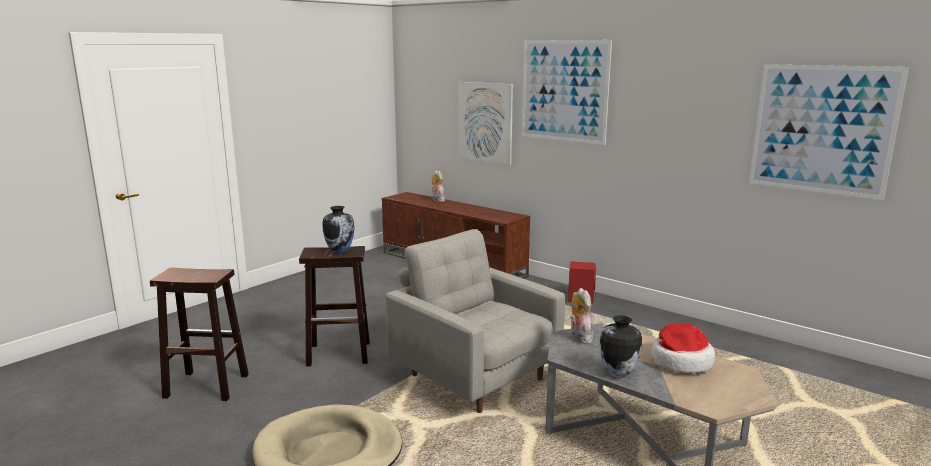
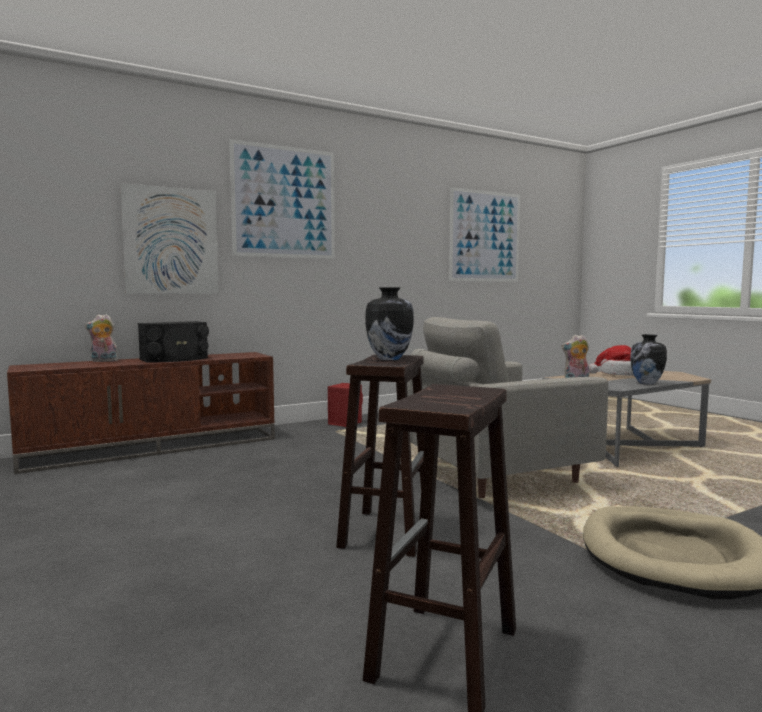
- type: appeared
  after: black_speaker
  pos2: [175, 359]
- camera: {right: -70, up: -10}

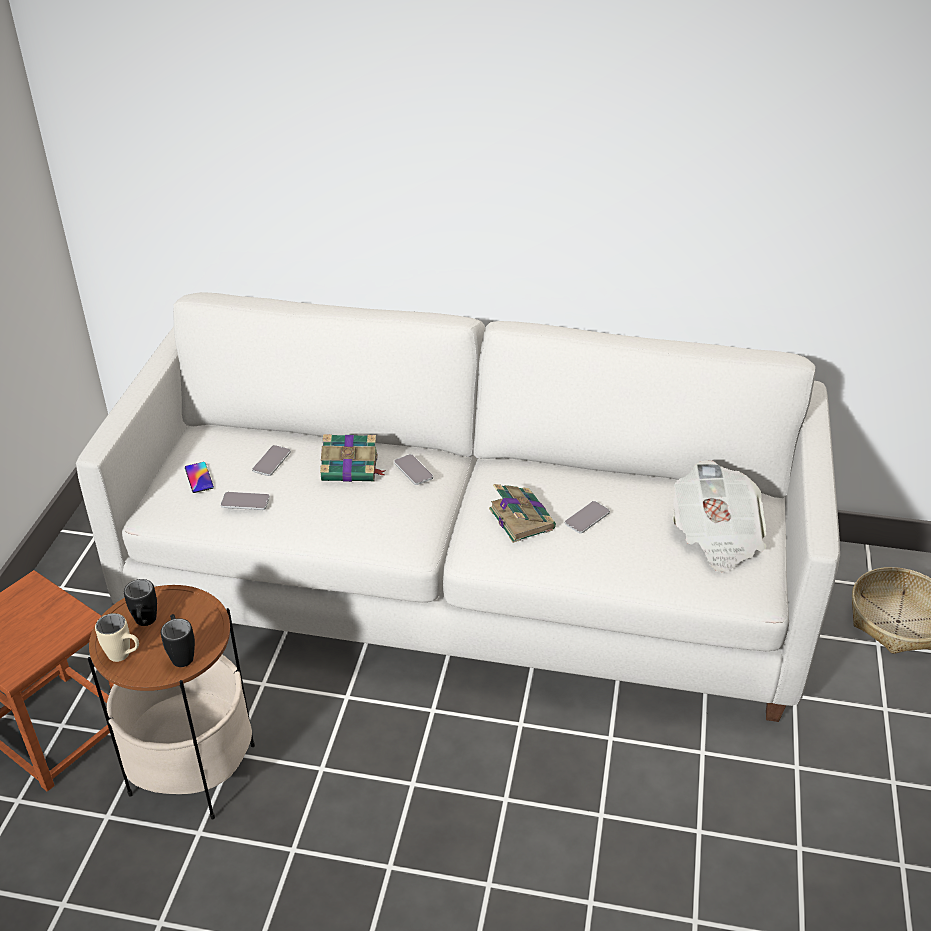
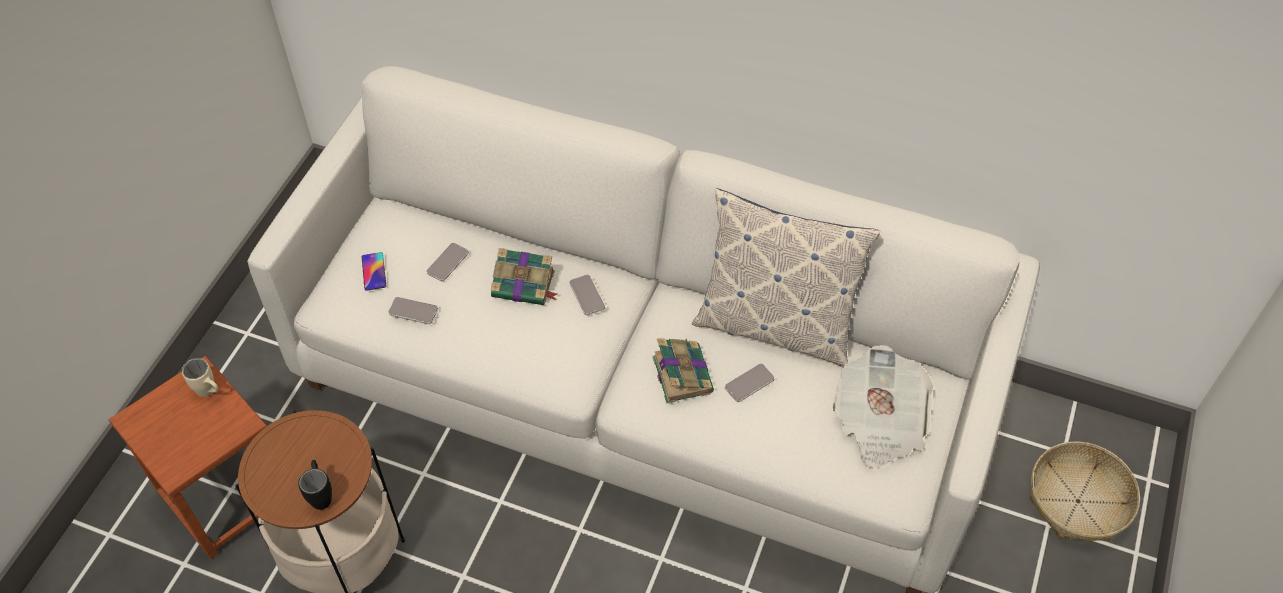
- type: relocated
  before: beige_mug
  pos1: [125, 656]
  pos2: [210, 392]
- type: appeared
  after: pillow
  pos2: [775, 325]
- type: missing
  before: black_mug
  pos1: [145, 624]
- camera: {right: 10, up: 15}

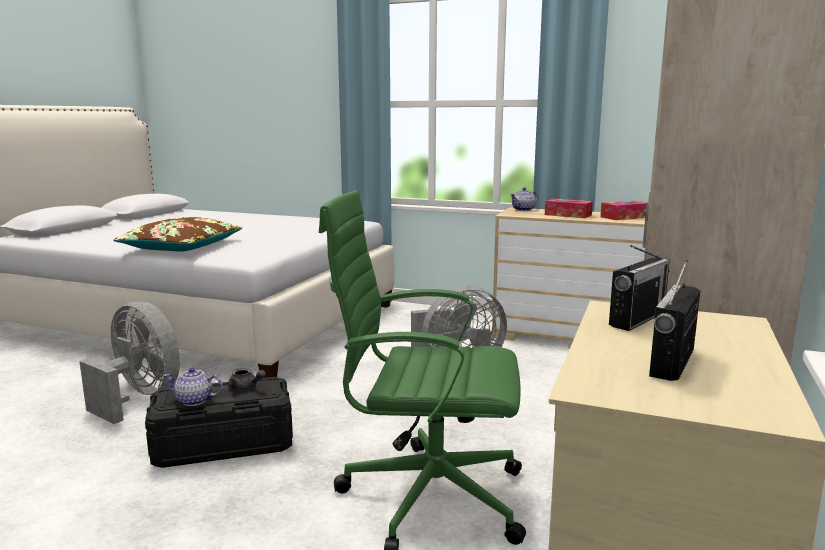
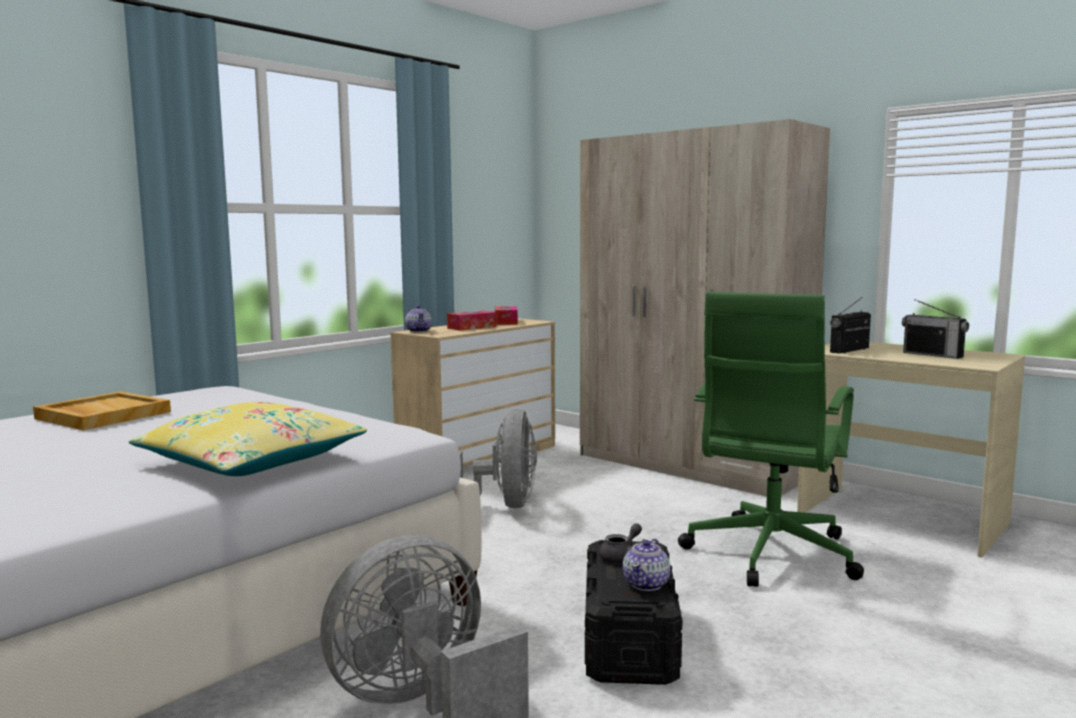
- type: appeared
  after: beige_tray
  pos2: [102, 415]
- type: colour
  before: brown_pillow
  after: yellow_pillow
  pos1: [181, 247]
  pos2: [251, 461]
- type: spun
  before: radio
  pos1: [637, 319]
  pos2: [849, 350]
  turn: -105
- camera: {right: -70, up: -5}

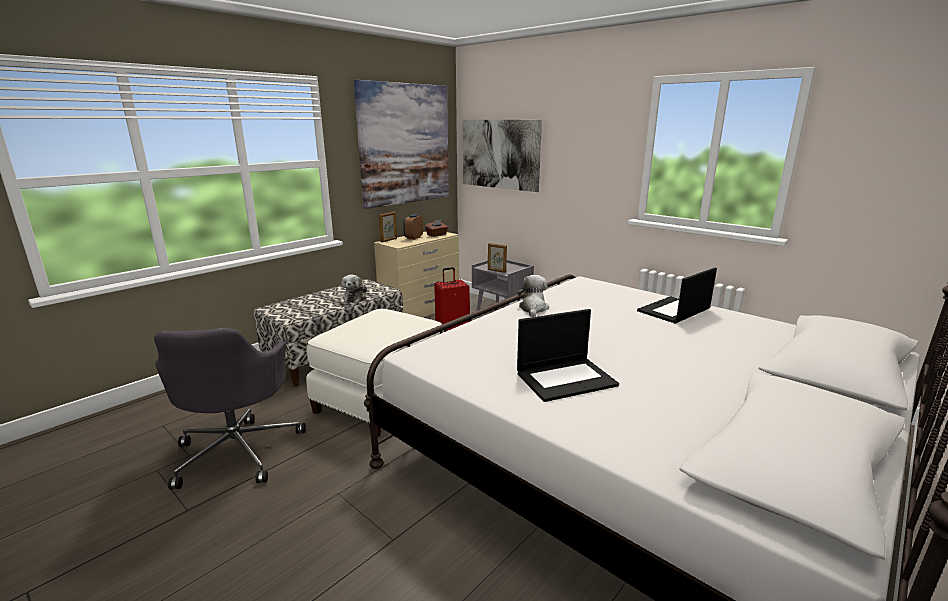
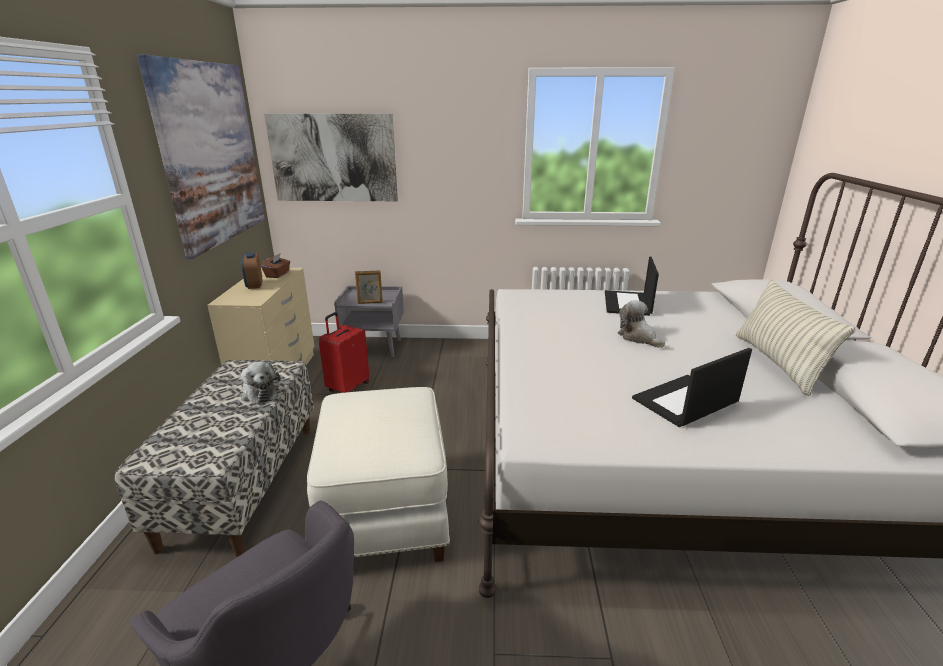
- type: relocated
  before: plush_toy
  pos1: [533, 308]
  pos2: [638, 337]
- type: spun
  before: laptop
  pos1: [566, 378]
  pos2: [685, 402]
  turn: -150
- type: appeared
  after: pillow
  pos2: [777, 362]
- type: missing
  before: picture_frame
  pos1: [389, 240]
- camera: {right: -40, up: 5}

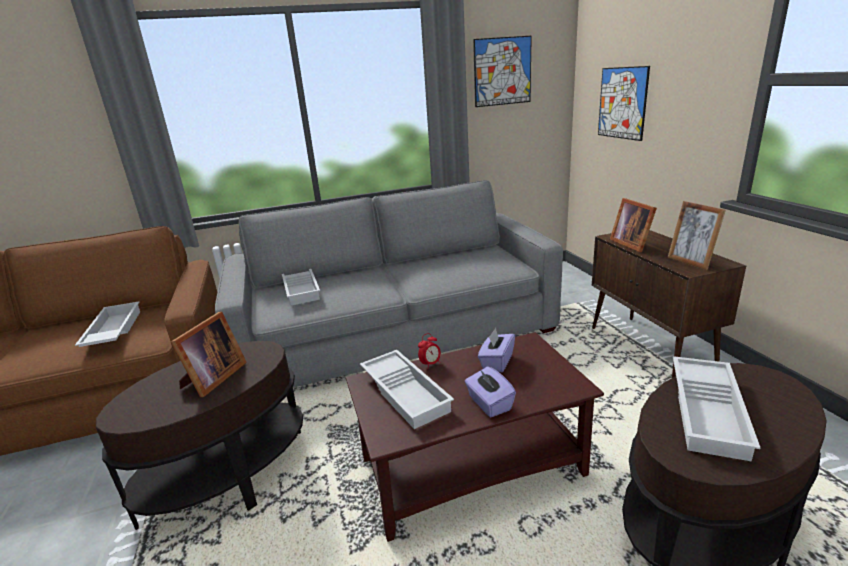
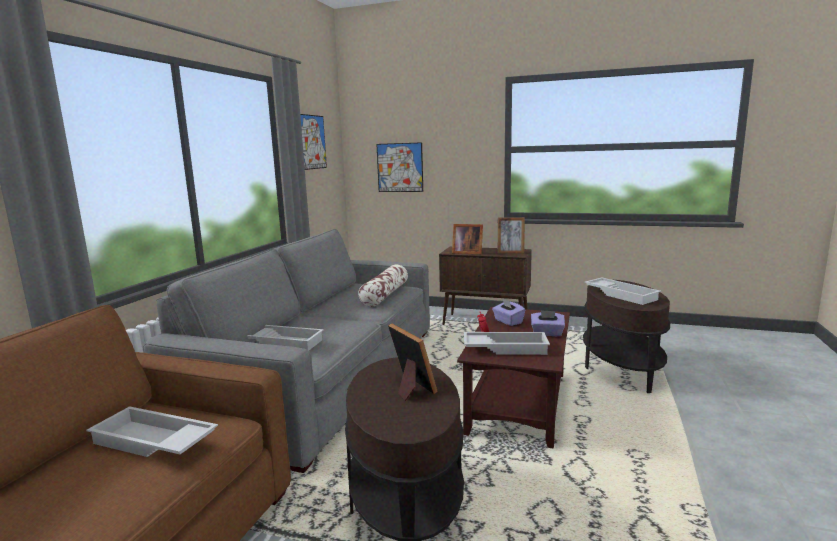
- type: appeared
  after: pillow
  pos2: [385, 294]
- camera: {right: -55, up: -10}

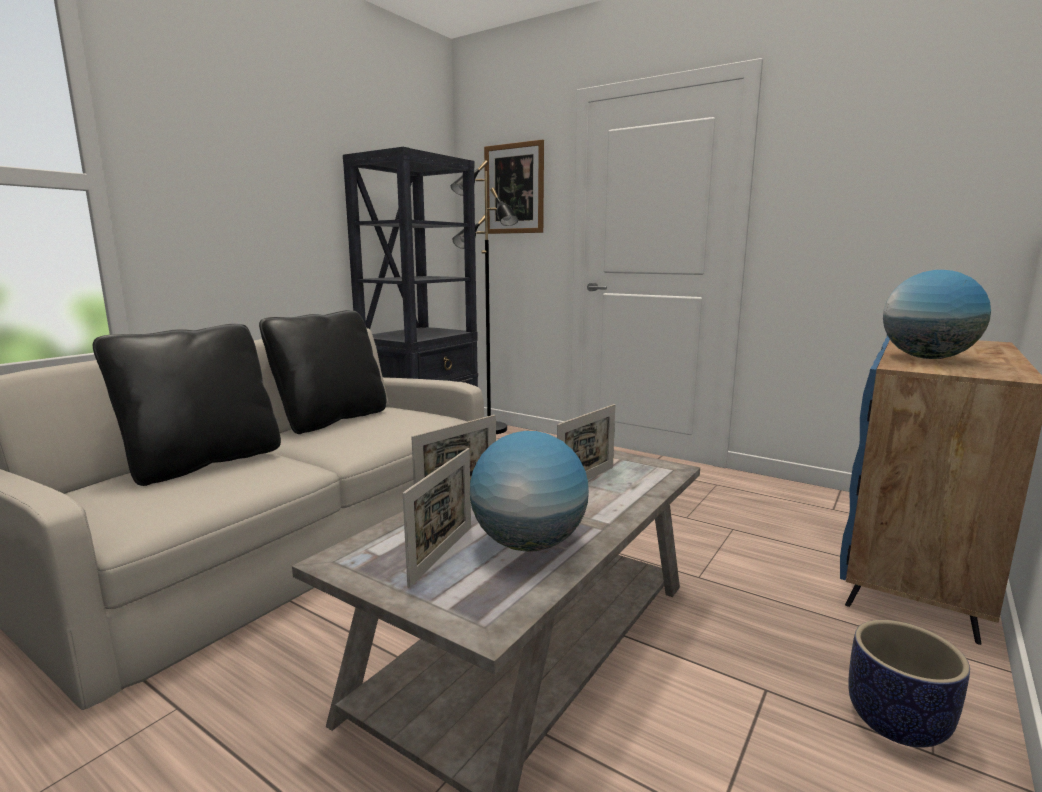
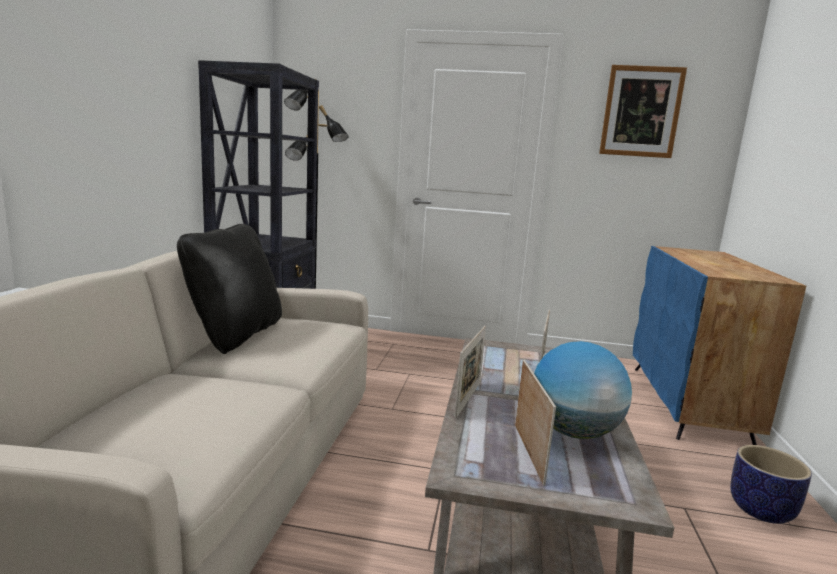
- type: relocated
  before: picture
  pos1: [514, 189]
  pos2: [641, 112]
- type: missing
  before: black_pillow
  pos1: [204, 462]
- type: missing
  before: globe
  pos1: [927, 358]
- camera: {right: -25, up: 0}

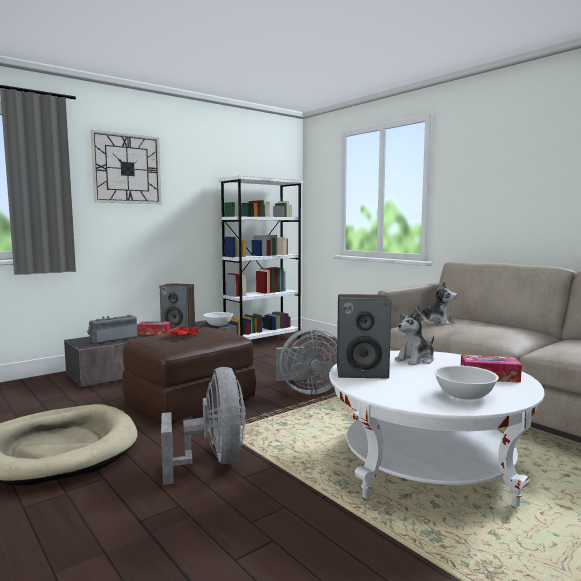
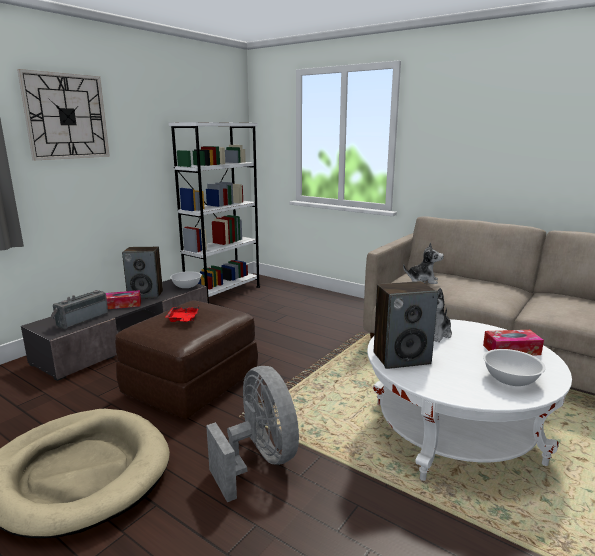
- type: missing
  before: grey_fan
  pos1: [308, 390]
- camera: {right: -15, up: 10}

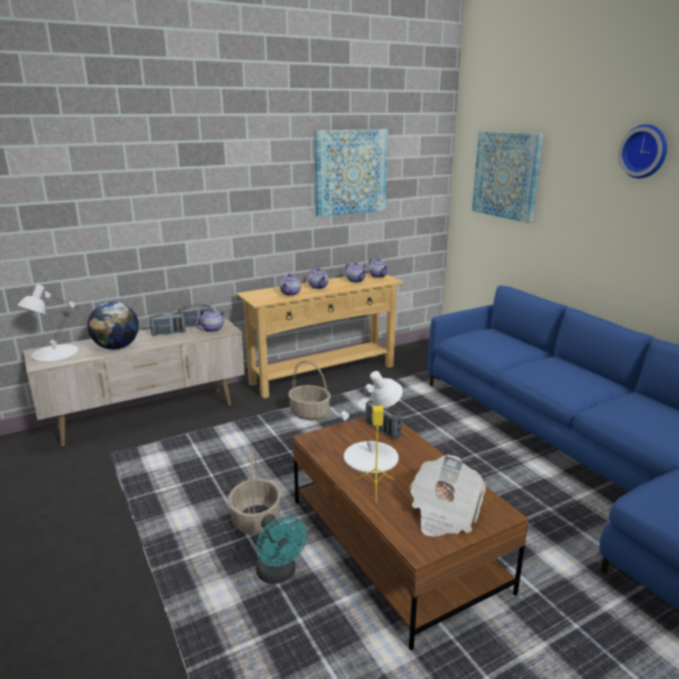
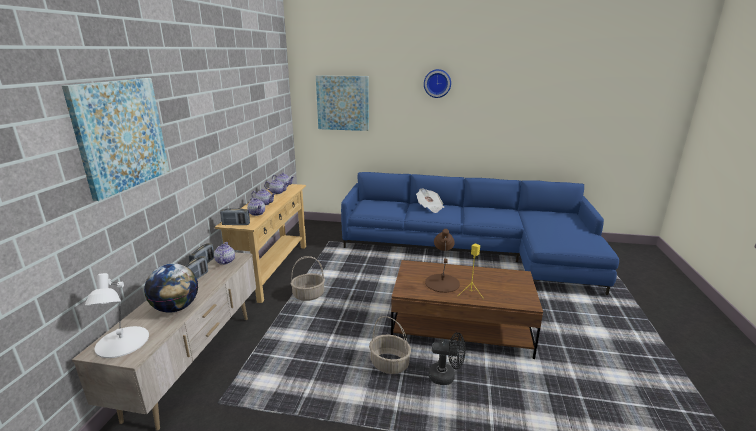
- type: relocated
  before: picture
  pos1: [350, 172]
  pos2: [121, 135]
- type: relocated
  before: radio
  pos1: [382, 430]
  pos2: [236, 224]
- type: relocated
  before: newspaper
  pos1: [444, 513]
  pos2: [429, 208]
- type: colour
  before: white_table_lamp
  after: brown_table_lamp
  pos1: [372, 456]
  pos2: [442, 283]
- type: colour
  before: turquoise_fan
  after: black_fan
  pos1: [279, 574]
  pos2: [446, 376]
- camera: {right: -50, up: 0}

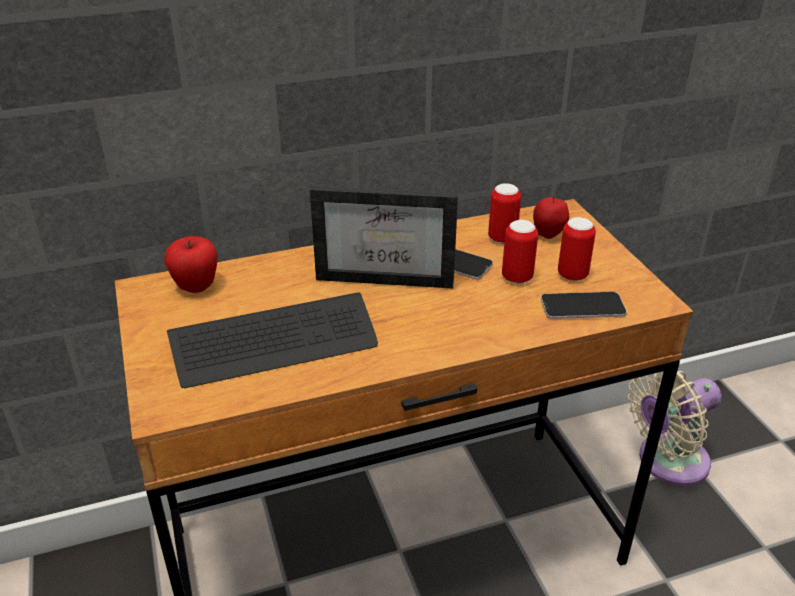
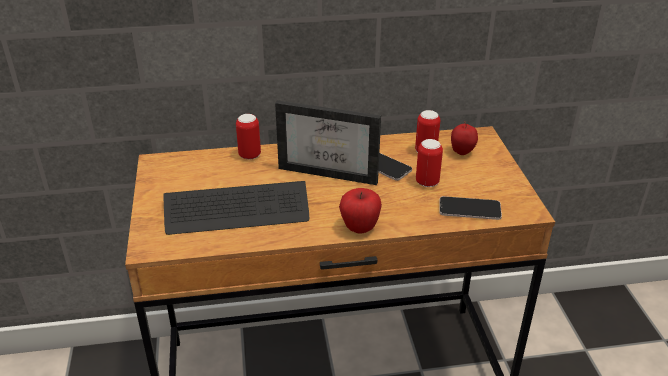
- type: relocated
  before: can
  pos1: [572, 275]
  pos2: [249, 155]
- type: relocated
  before: apple
  pos1: [196, 287]
  pos2: [359, 228]
- type: missing
  before: beige_fan
  pos1: [667, 462]
- camera: {right: 10, up: 0}

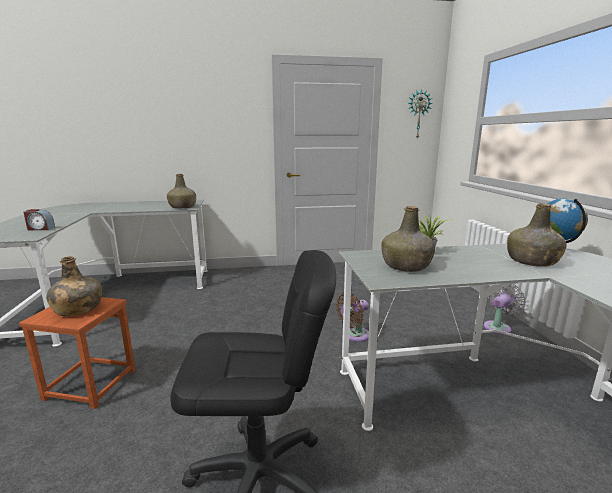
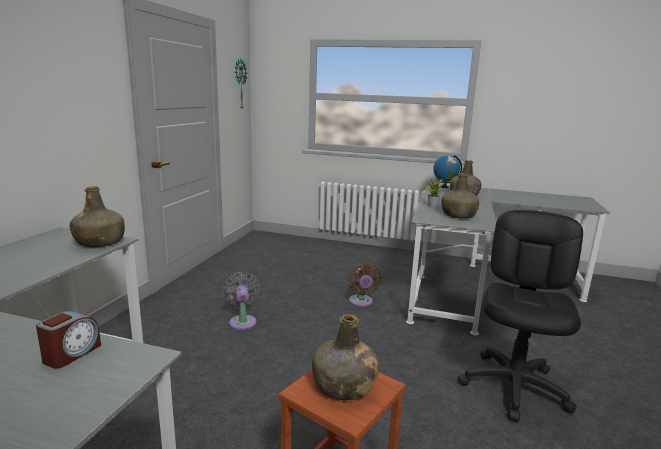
- type: relocated
  before: grey_fan
  pos1: [498, 327]
  pos2: [242, 321]
- camera: {right: -65, up: 0}

